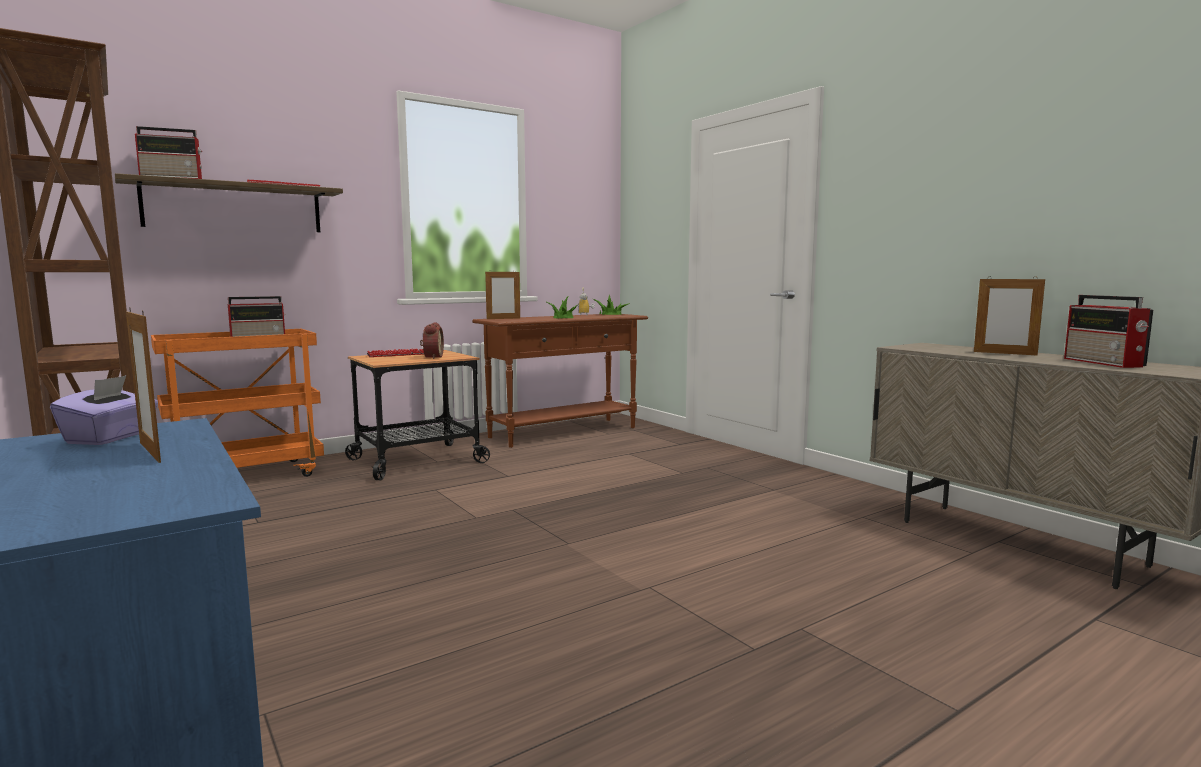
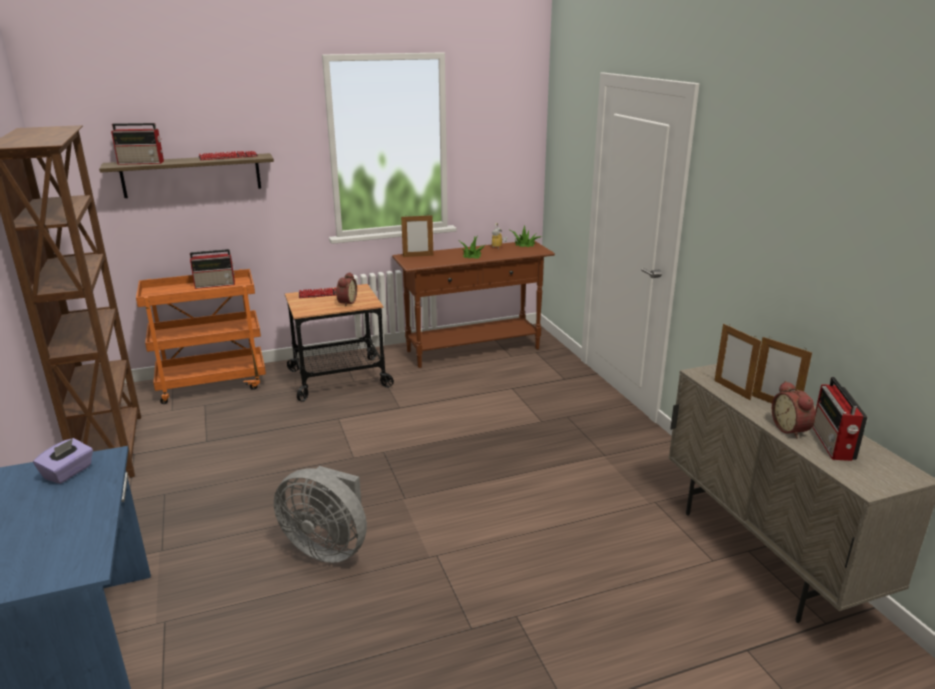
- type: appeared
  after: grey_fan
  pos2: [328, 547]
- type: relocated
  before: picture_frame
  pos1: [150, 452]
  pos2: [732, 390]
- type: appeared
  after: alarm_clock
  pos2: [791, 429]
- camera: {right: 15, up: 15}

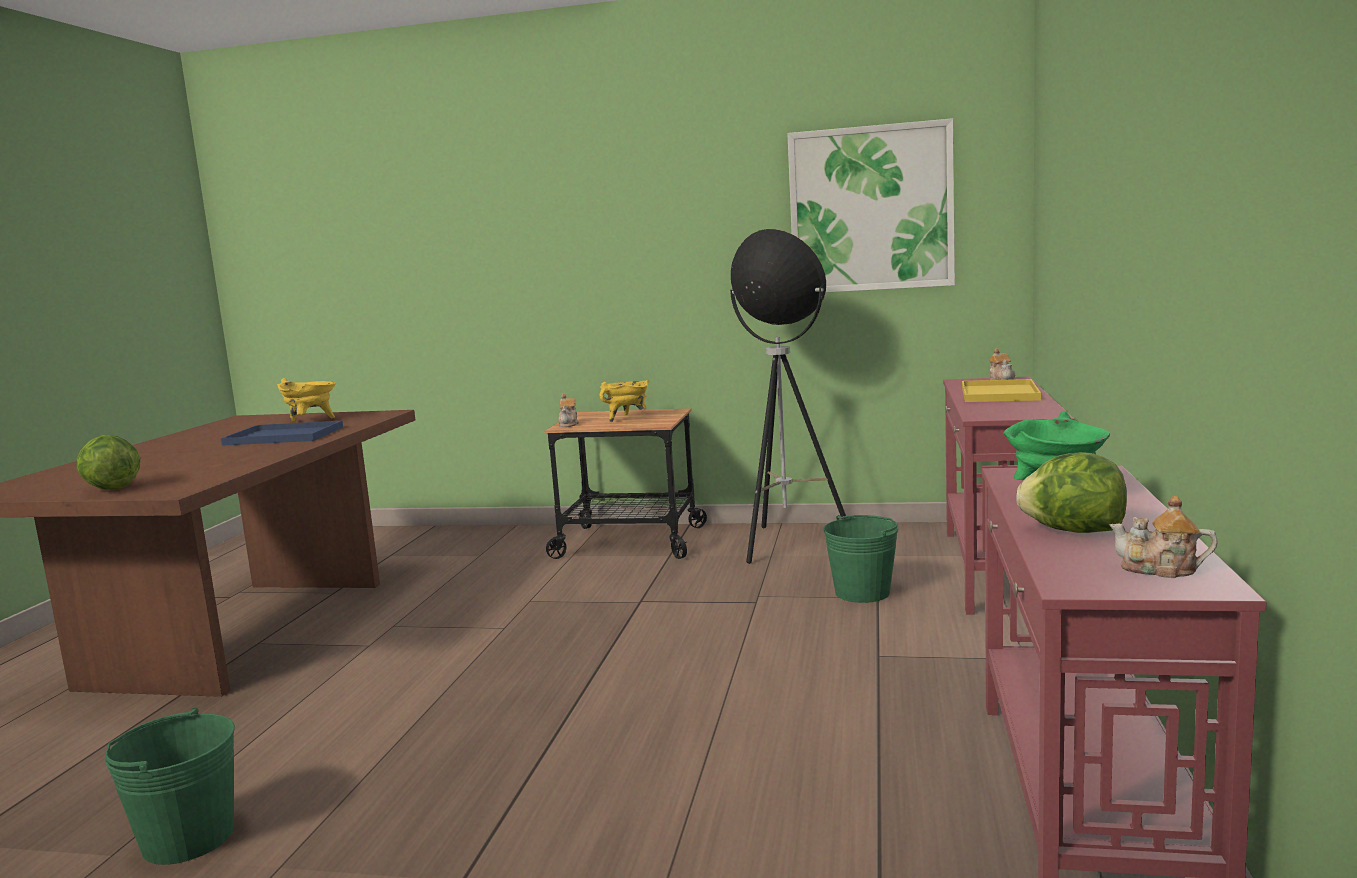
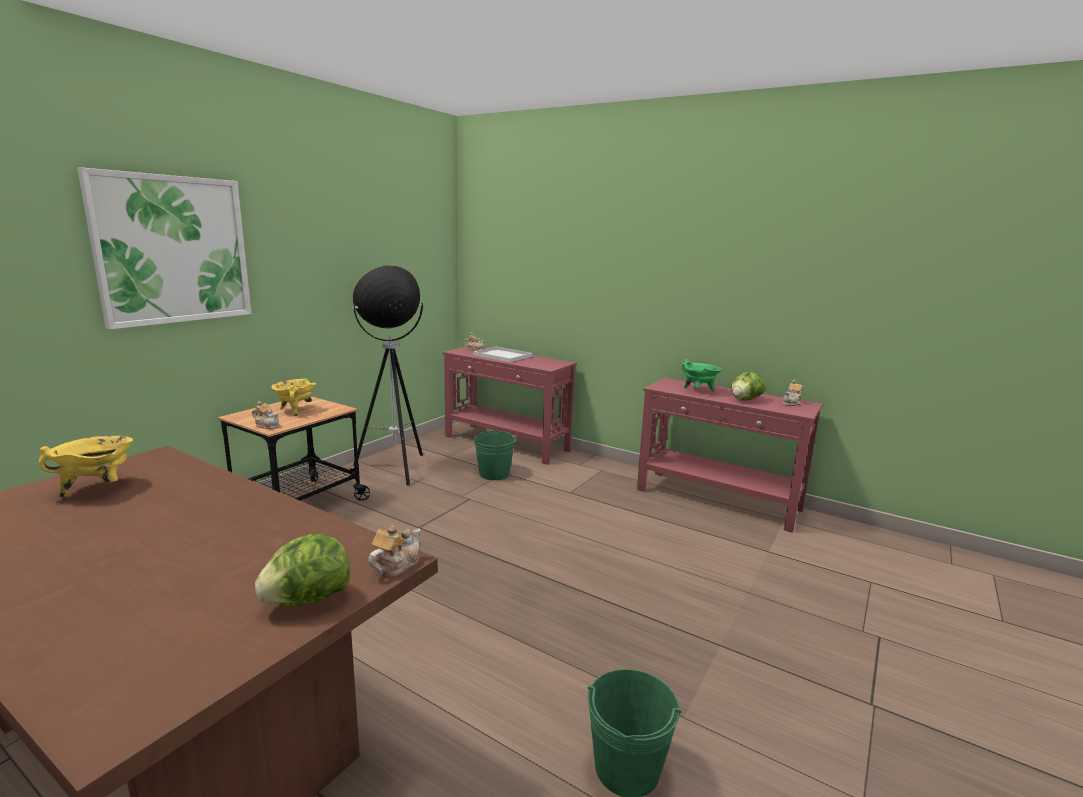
- type: relocated
  before: picture
  pos1: [871, 209]
  pos2: [173, 250]
- type: appeared
  after: teapot
  pos2: [395, 565]
- type: colour
  before: yellow_tray
  after: white_tray
  pos1: [998, 393]
  pos2: [501, 355]
- type: missing
  before: blue_tray
  pos1: [286, 435]
- camera: {right: -70, up: 5}

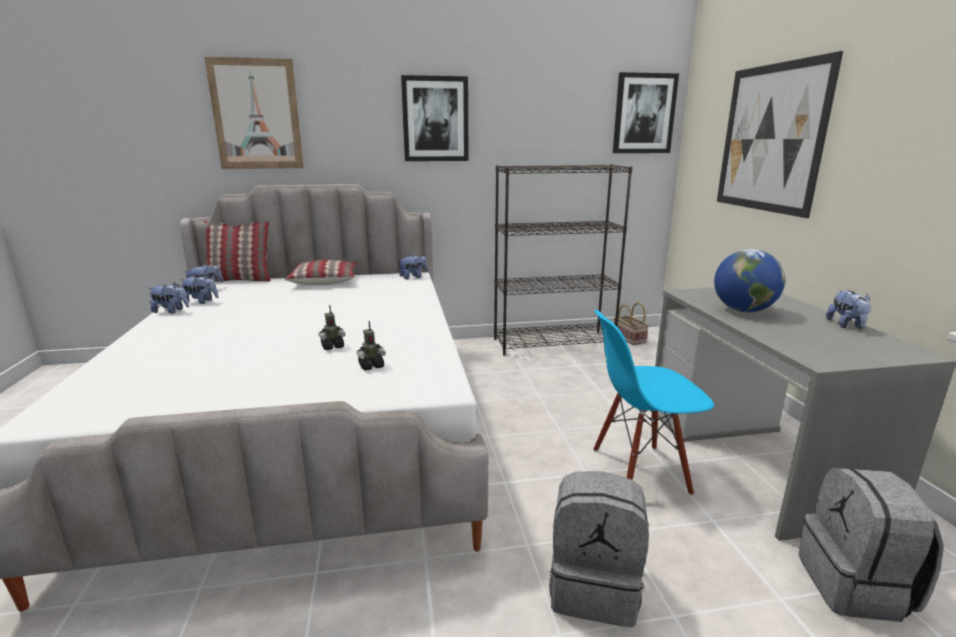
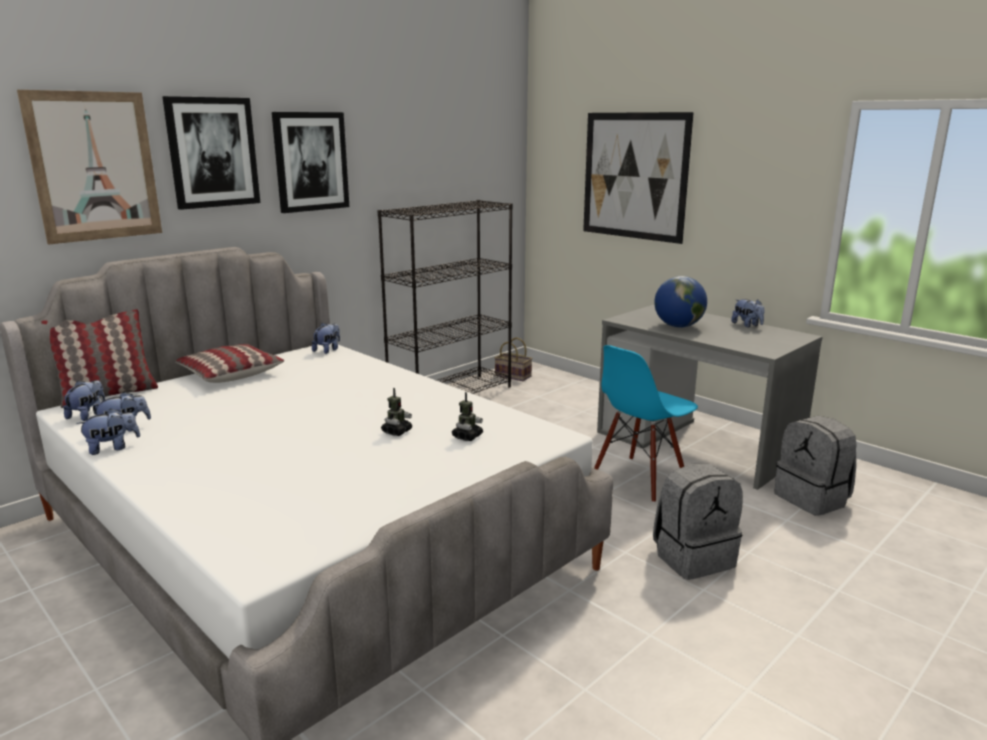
- type: relocated
  before: picture
  pos1: [644, 114]
  pos2: [212, 152]
- camera: {right: -35, up: 0}

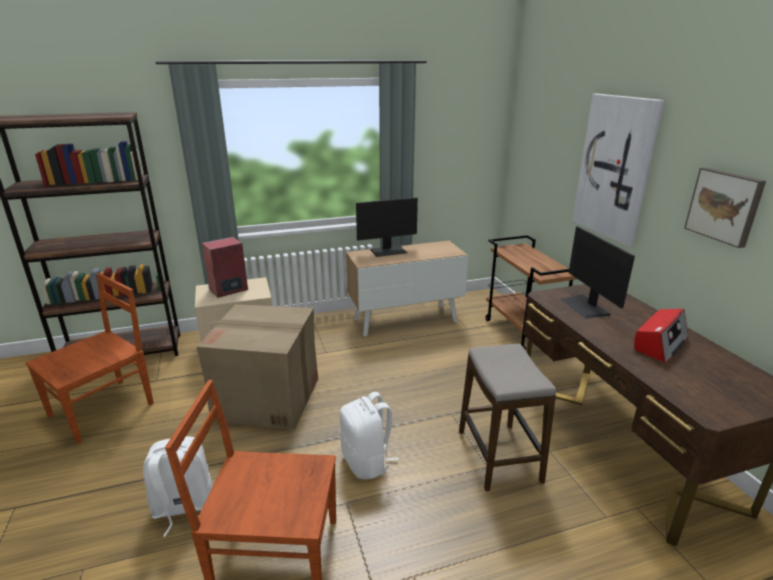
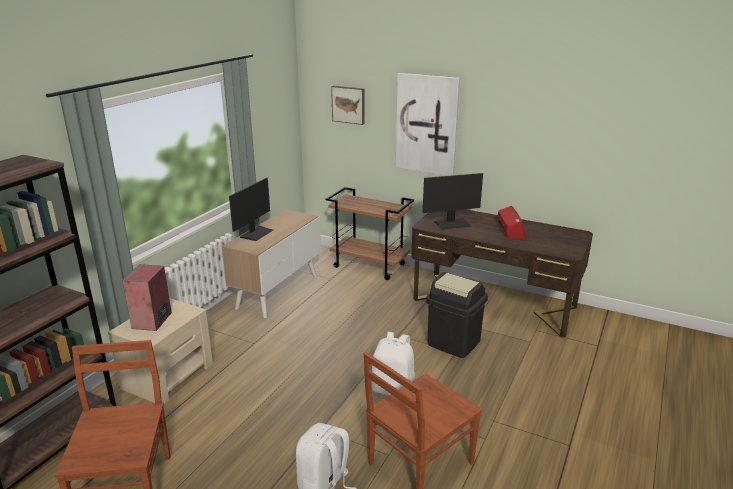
- type: relocated
  before: picture
  pos1: [724, 206]
  pos2: [349, 104]
- type: spun
  before: monitor
  pos1: [585, 306]
  pos2: [452, 224]
  turn: -45
- type: exchanged
  before: stool
  after: black_trash_can
  pos1: [498, 456]
  pos2: [453, 343]
- type: missing
  before: cardboard_box
  pos1: [268, 398]
- camera: {right: -45, up: 0}

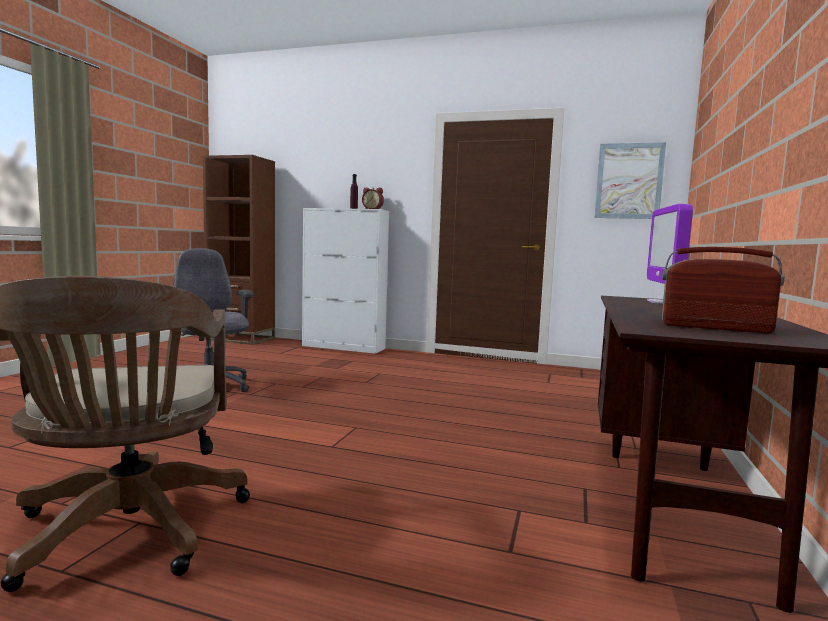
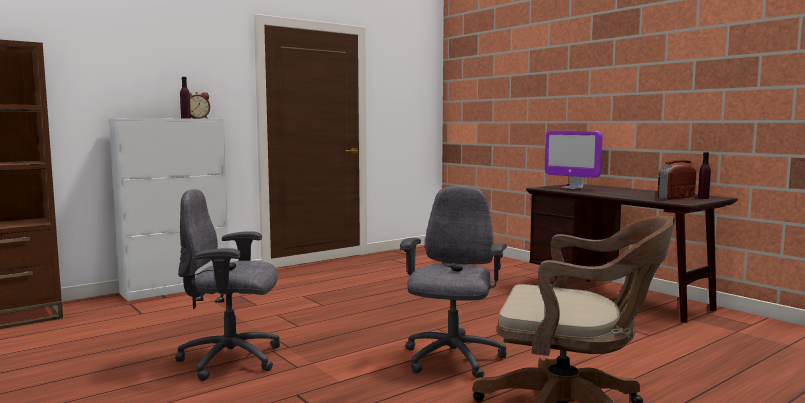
- type: appeared
  after: grey_office_chair
  pos2: [452, 359]
- type: appeared
  after: purple_bottle
  pos2: [703, 198]
- type: missing
  before: picture
  pos1: [629, 181]
- camera: {right: -55, up: 0}

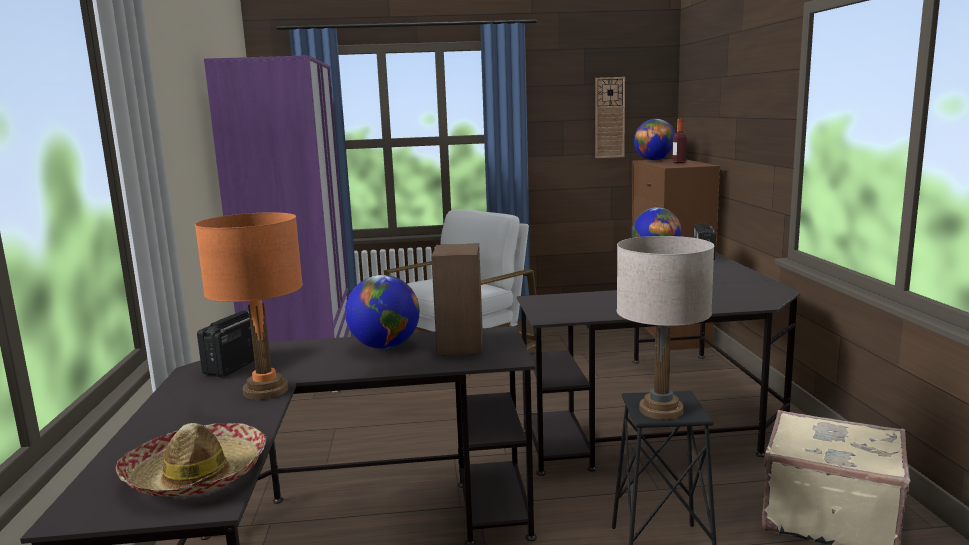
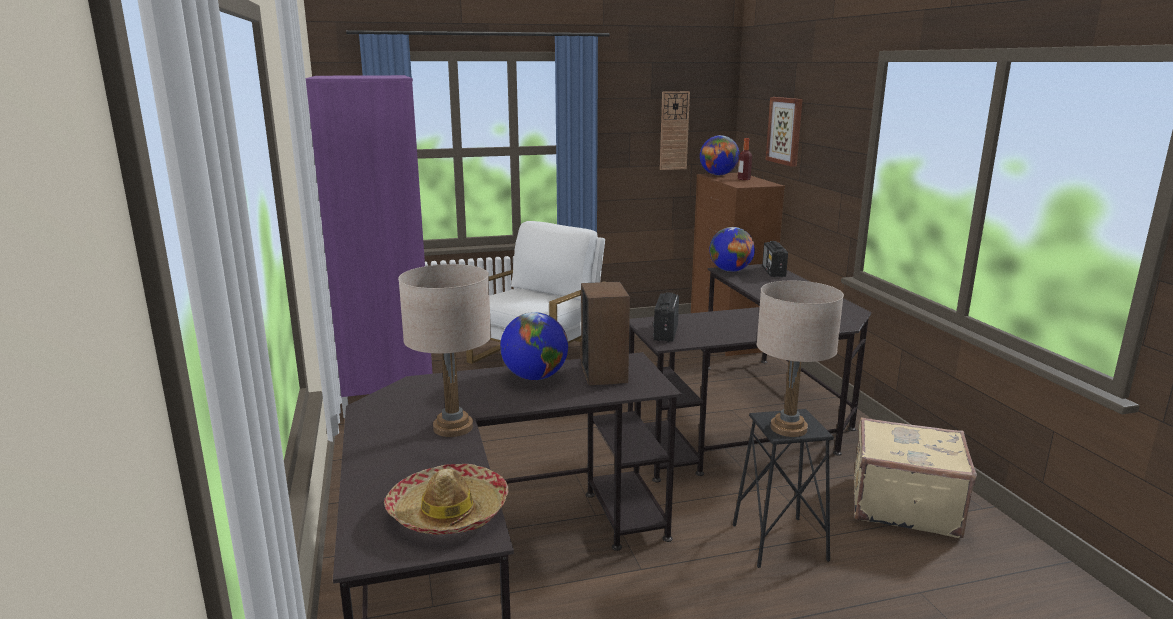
- type: colour
  before: orange_table_lamp
  after: beige_table_lamp
  pos1: [266, 391]
  pos2: [453, 427]
- type: relocated
  before: radio
  pos1: [236, 364]
  pos2: [665, 333]
- type: appeared
  after: picture
  pos2: [785, 130]
- camera: {right: -10, up: 5}

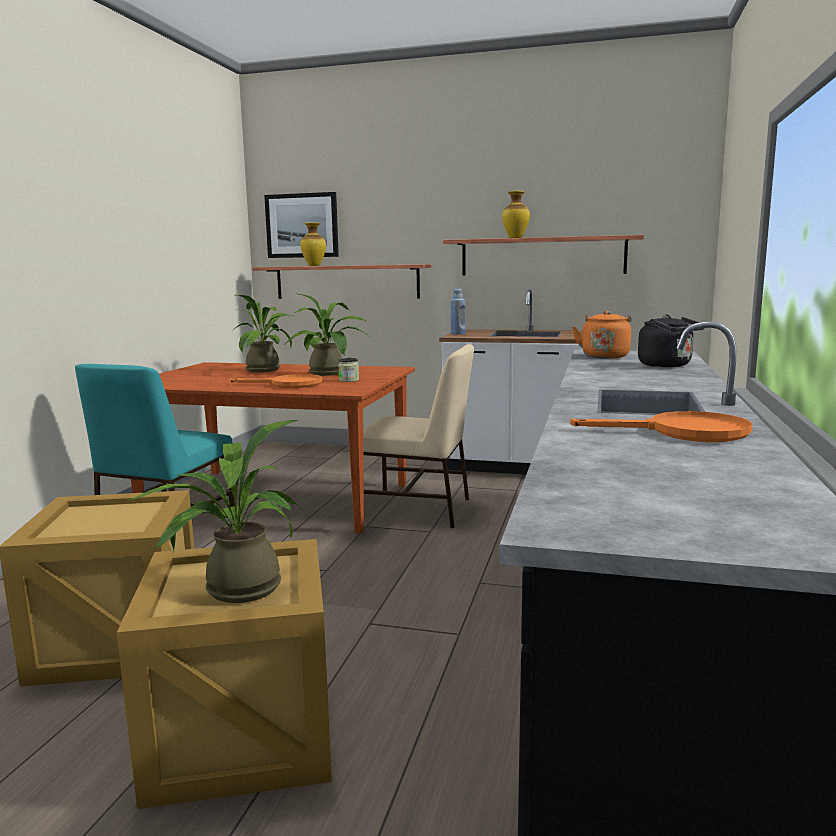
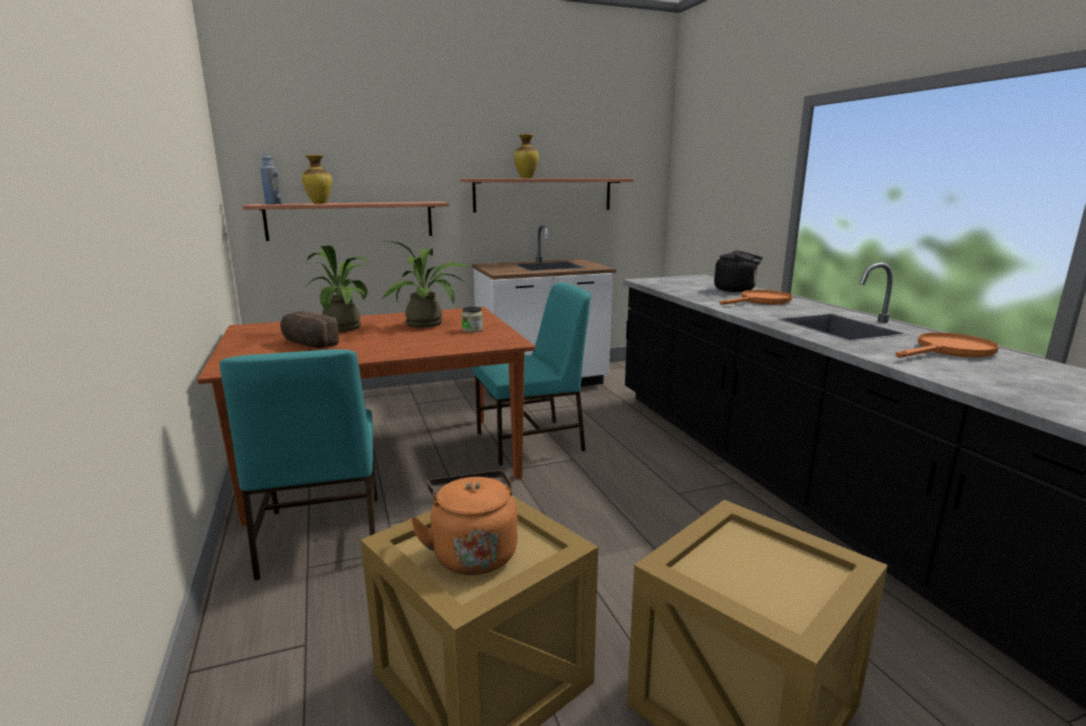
- type: relocated
  before: blue_bottle
  pos1: [458, 334]
  pos2: [273, 204]
- type: appeared
  after: bread
  pos2: [308, 344]
- type: relocated
  before: orange_kettle
  pos1: [605, 356]
  pos2: [473, 552]
- type: colour
  before: beige_chair
  after: turquoise_chair
  pos1: [418, 510]
  pos2: [532, 441]
- type: relocated
  before: orange_frying_pan
  pos1: [289, 384]
  pos2: [761, 301]
- type: missing
  before: potted_plant
  pos1: [233, 590]
- type: missing
  before: picture
  pos1: [302, 225]
- camera: {right: -35, up: 5}

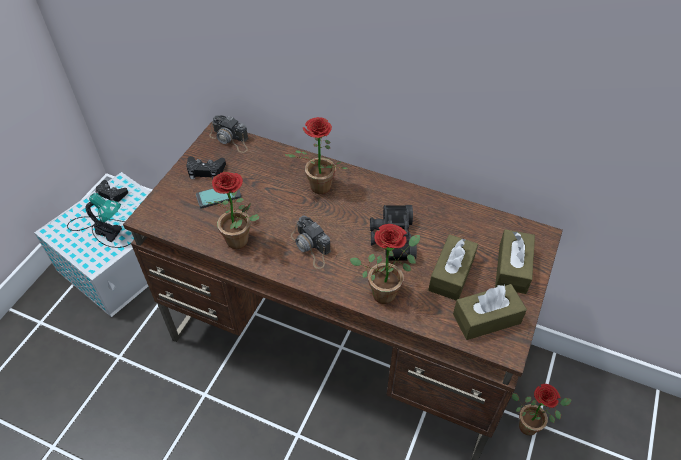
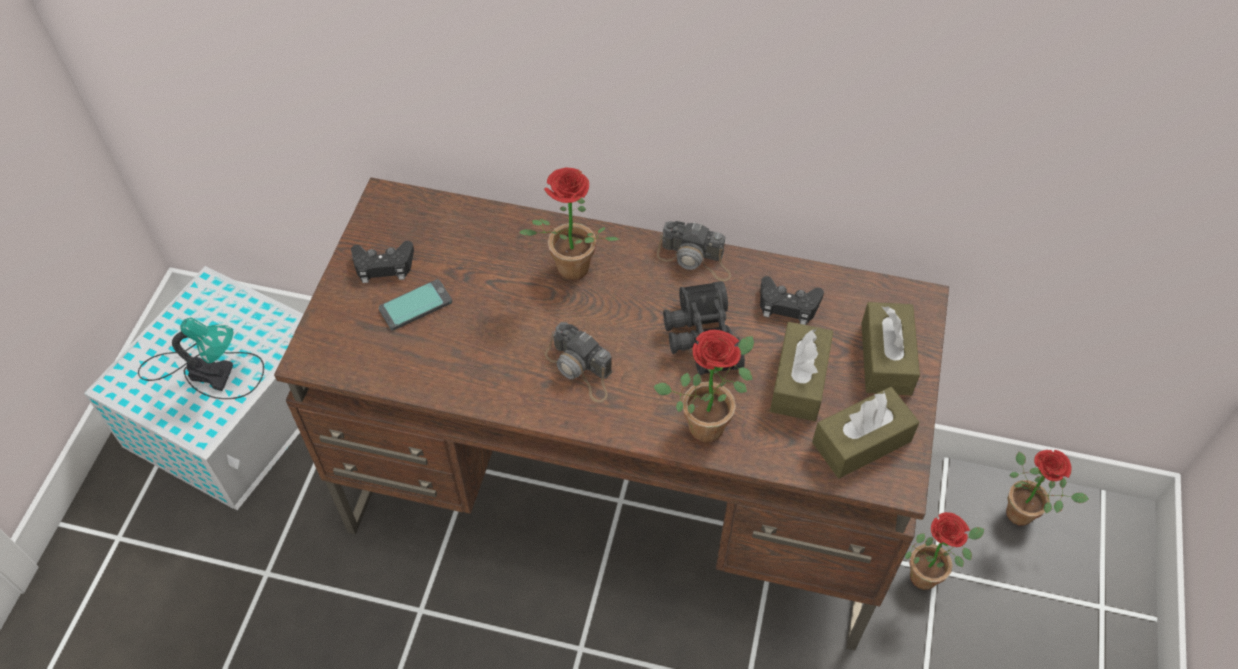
- type: relocated
  before: photo_camera
  pos1: [230, 139]
  pos2: [695, 259]
- type: relocated
  before: black_game_controller
  pos1: [111, 194]
  pos2: [788, 305]
- type: relocated
  before: potted_plant
  pos1: [242, 241]
  pos2: [1025, 514]
- camera: {right: -10, up: 5}

